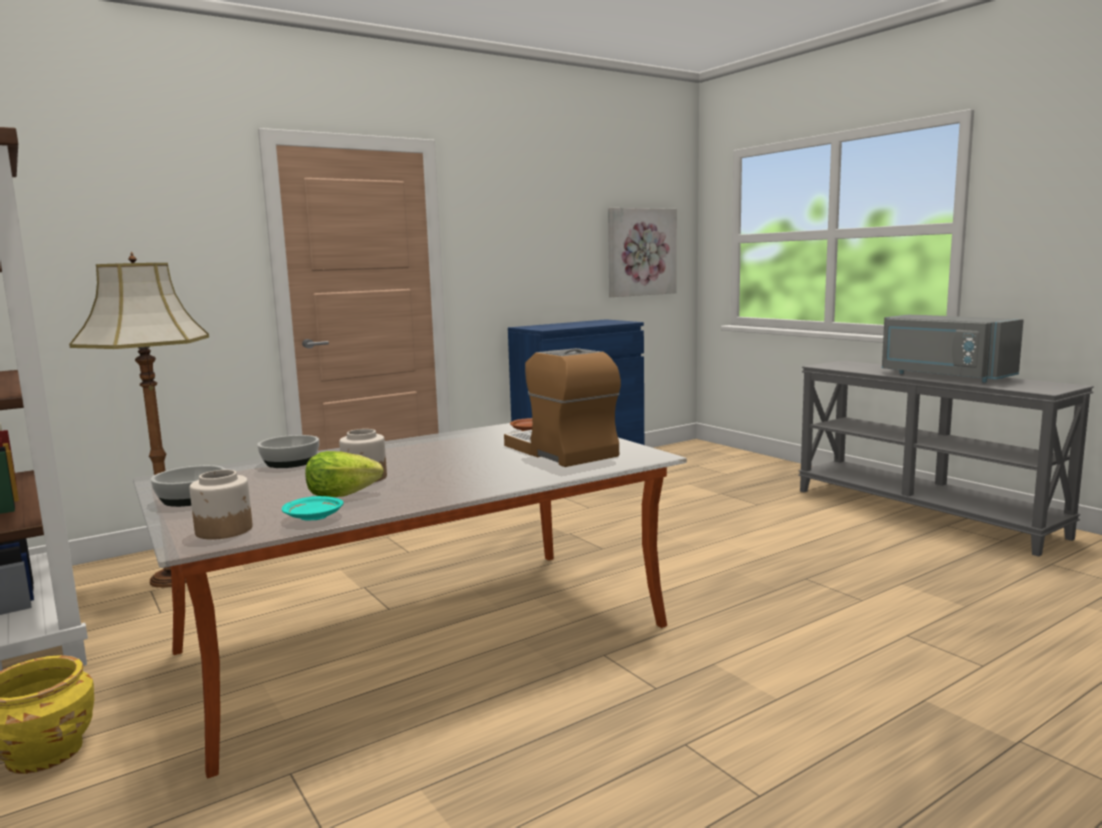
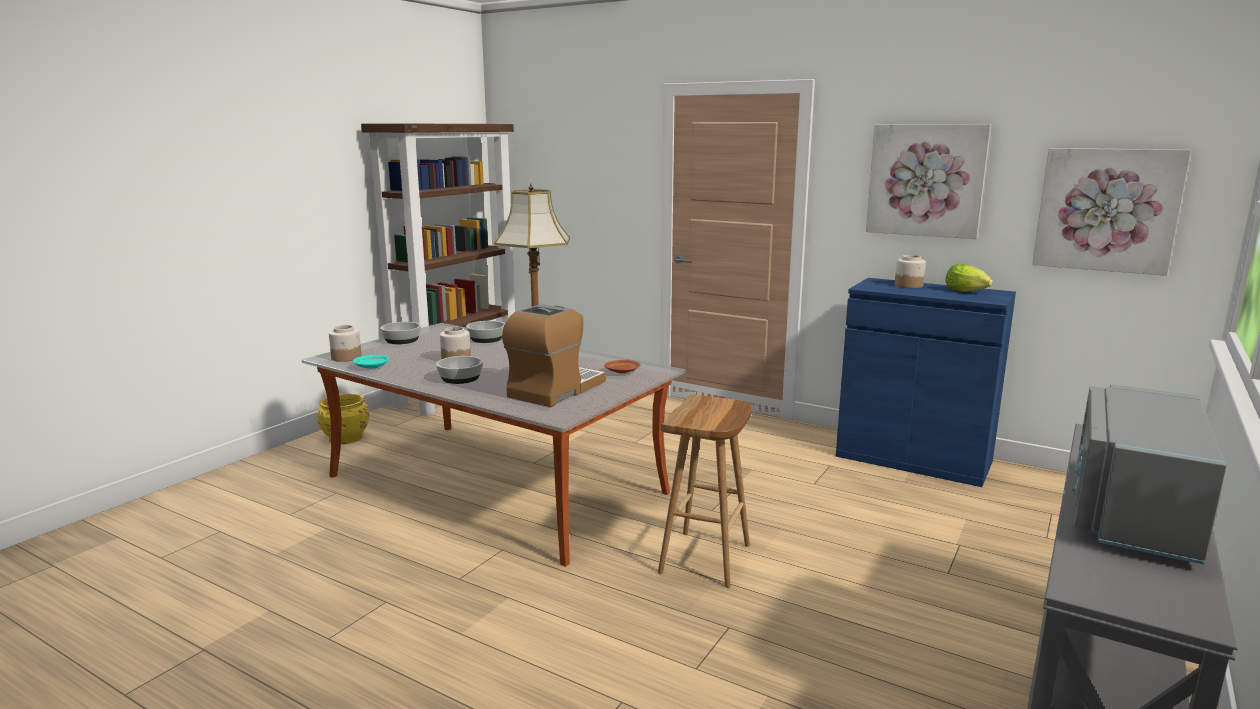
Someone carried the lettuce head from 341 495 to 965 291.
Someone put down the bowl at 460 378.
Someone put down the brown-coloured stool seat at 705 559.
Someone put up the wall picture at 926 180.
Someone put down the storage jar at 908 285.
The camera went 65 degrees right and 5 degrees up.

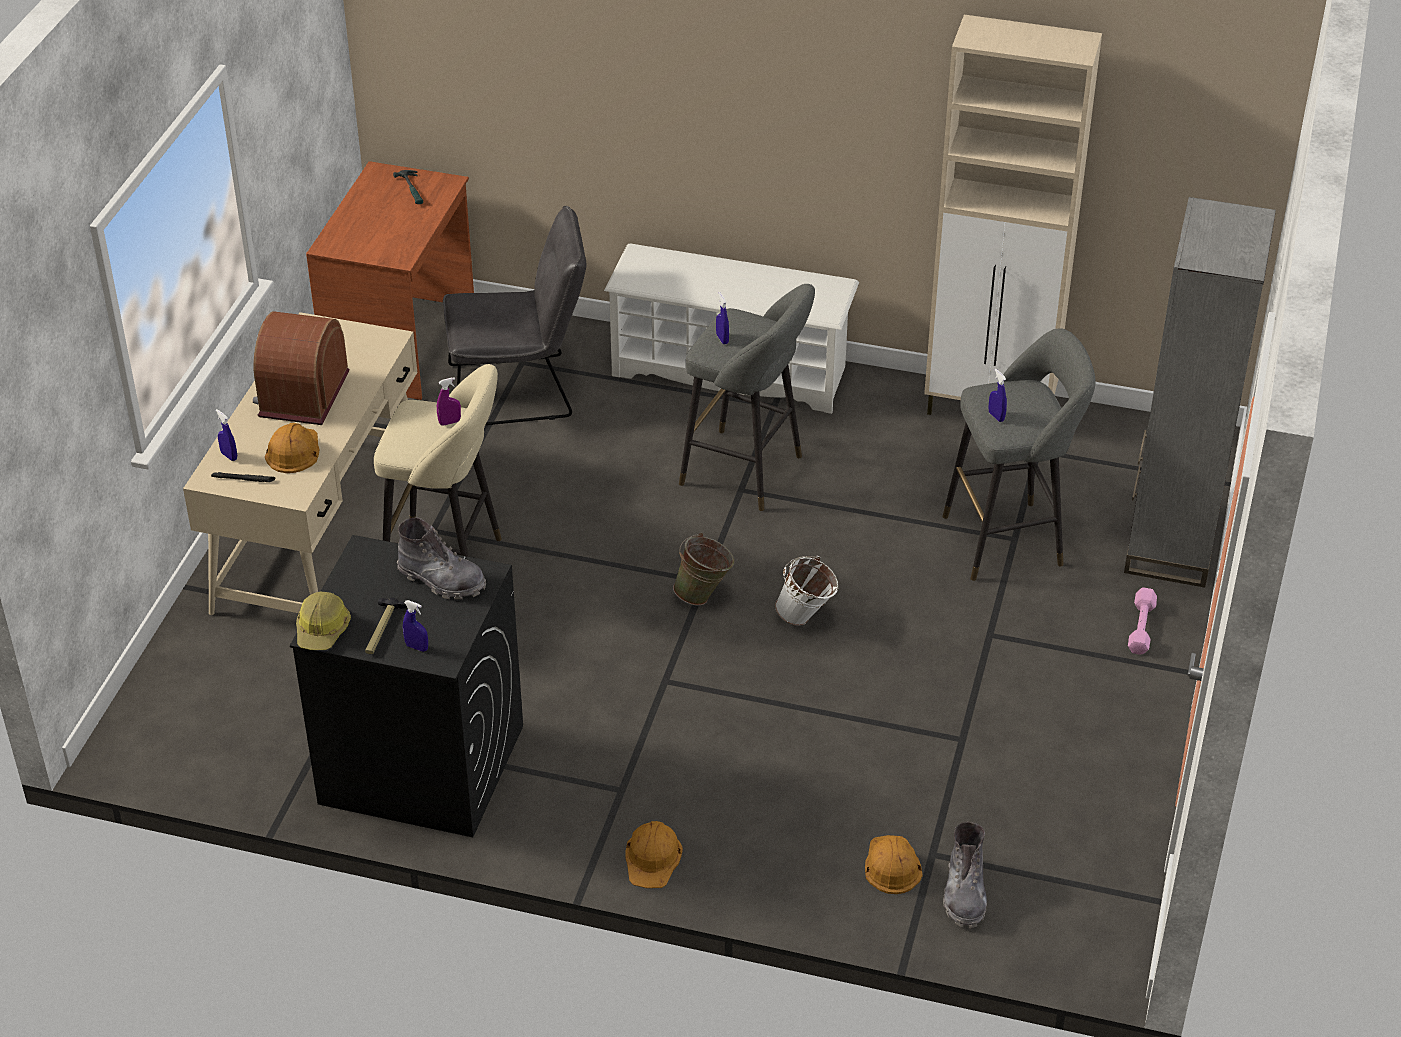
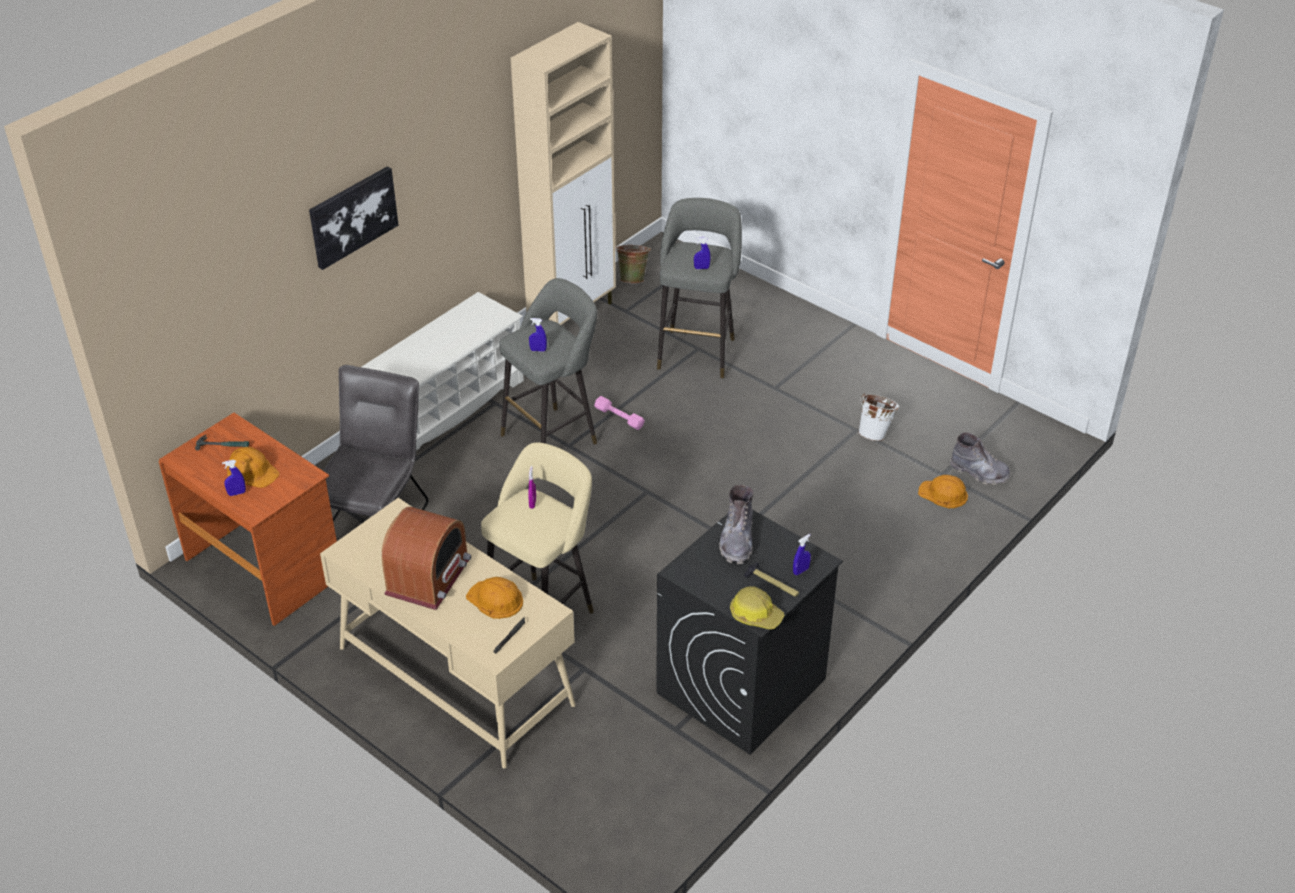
Someone carried the bluish sprayer from 229 456 to 237 493.
Someone rotated the radio receiver at 303 394 by 105 degrees counterclockwise.
Someone rotated the gray boot at 442 580 by 135 degrees clockwise.
Someone carried the orange-coloured work helmet from 653 858 to 252 471.
Someone carried the greenish bucket from 704 595 to 633 279.
Someone carried the whitish bucket from 806 618 to 875 433.
Someone took away the gray bookshelf at 1170 542.
Someone carried the pink free weight from 1141 627 to 619 417.
Someone put up the wall picture at 353 216.
The camera went 65 degrees left and 0 degrees up.

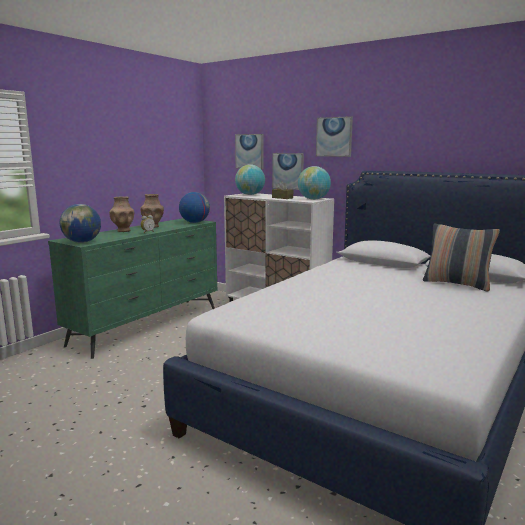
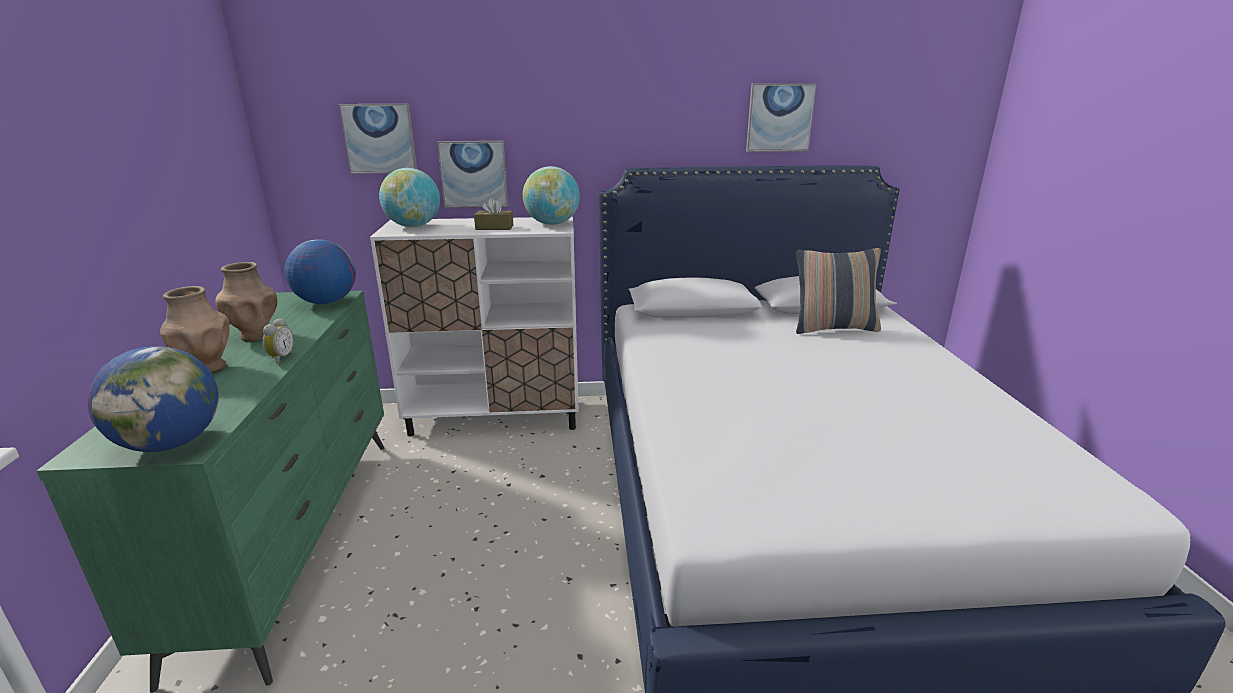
Someone carried the wall picture from 334 137 to 779 117.
The camera went 40 degrees left and 10 degrees up.

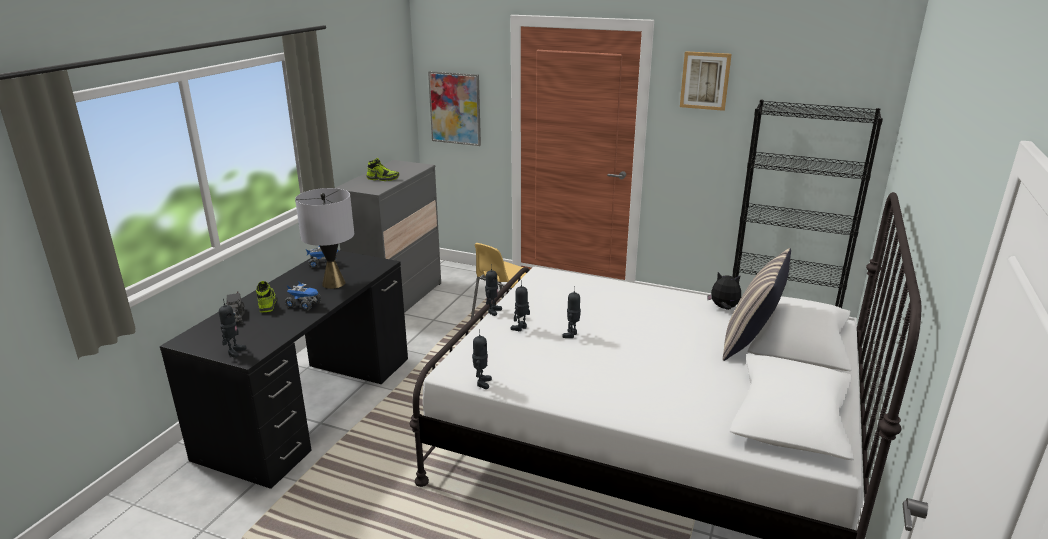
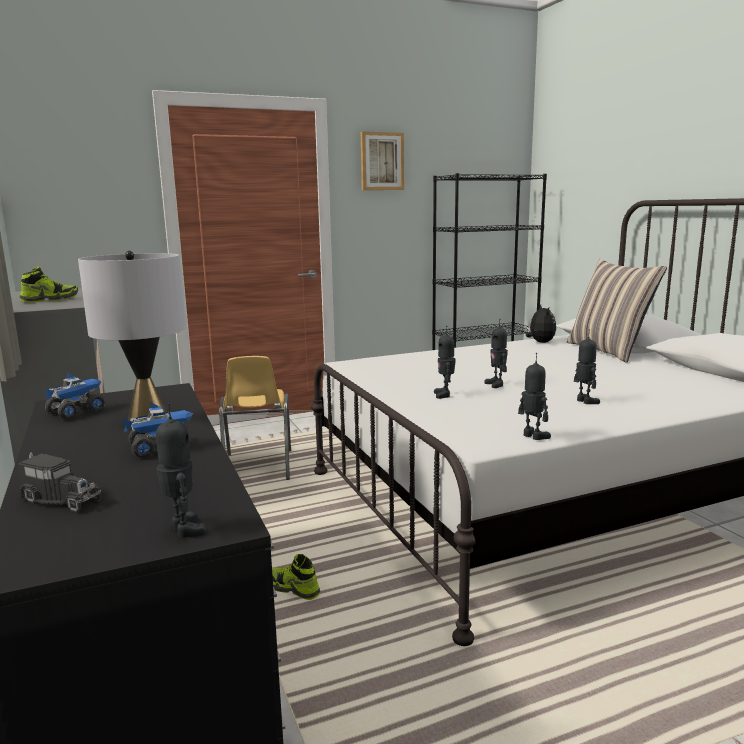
Someone carried the item of footwear from 267 304 to 292 589.
Someone took away the wall picture at 455 108.
Someone carried the model robot from 492 311 to 584 401.
Someone rotated the cuddly toy at 724 308 by 105 degrees clockwise.
The camera went 45 degrees left and 10 degrees down.

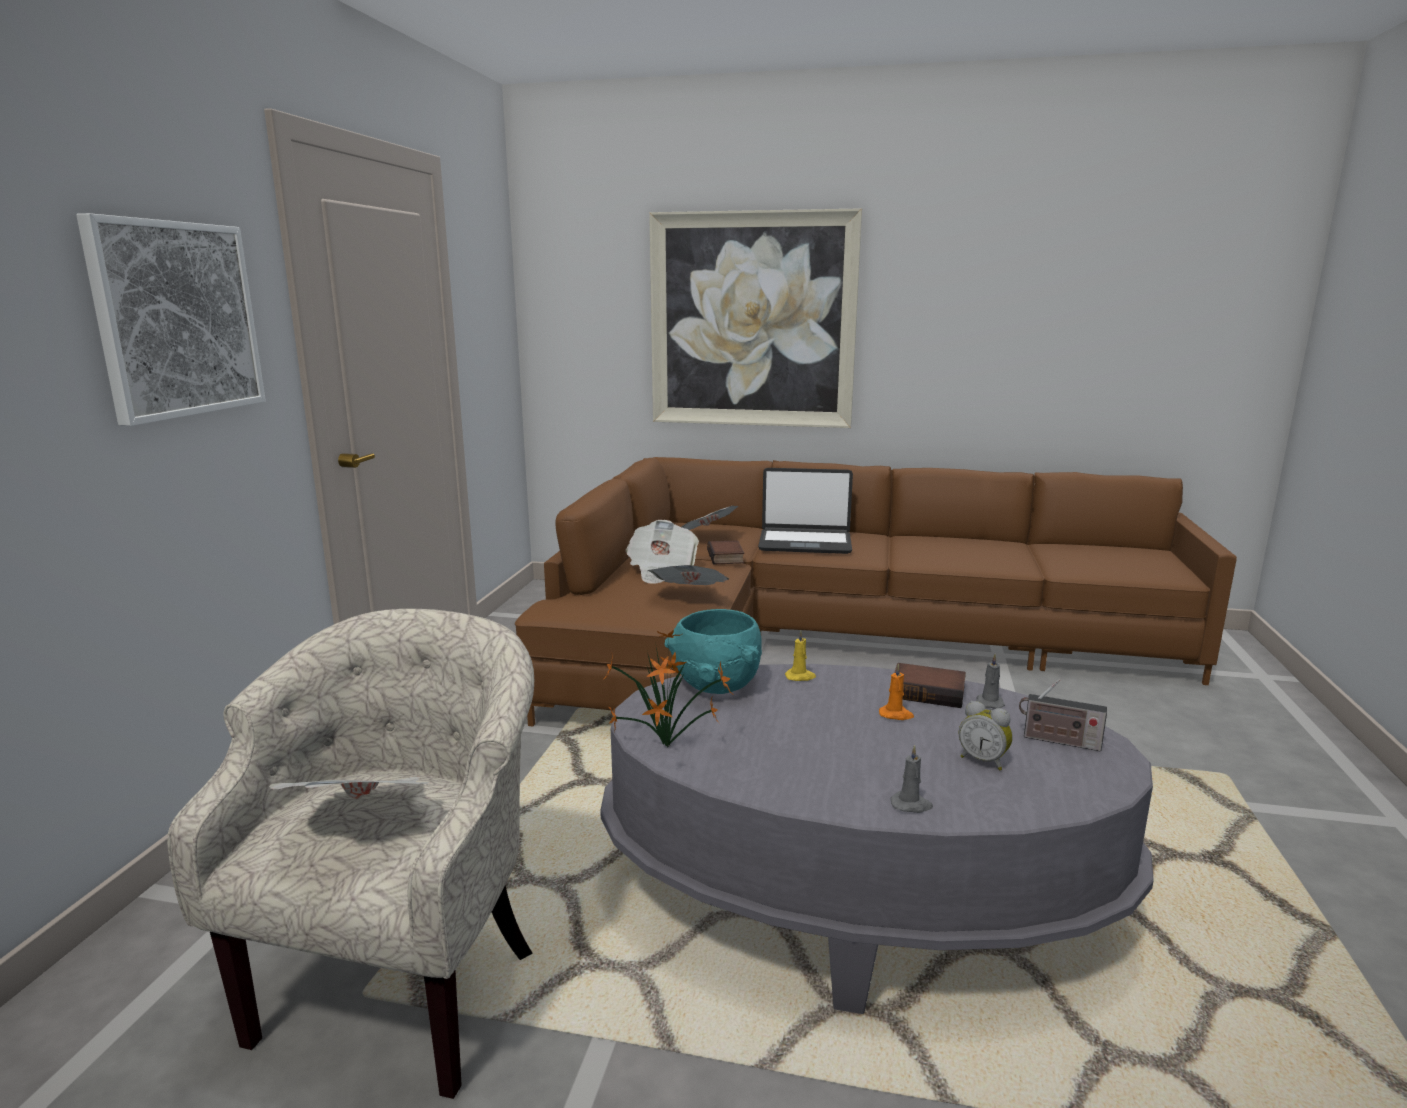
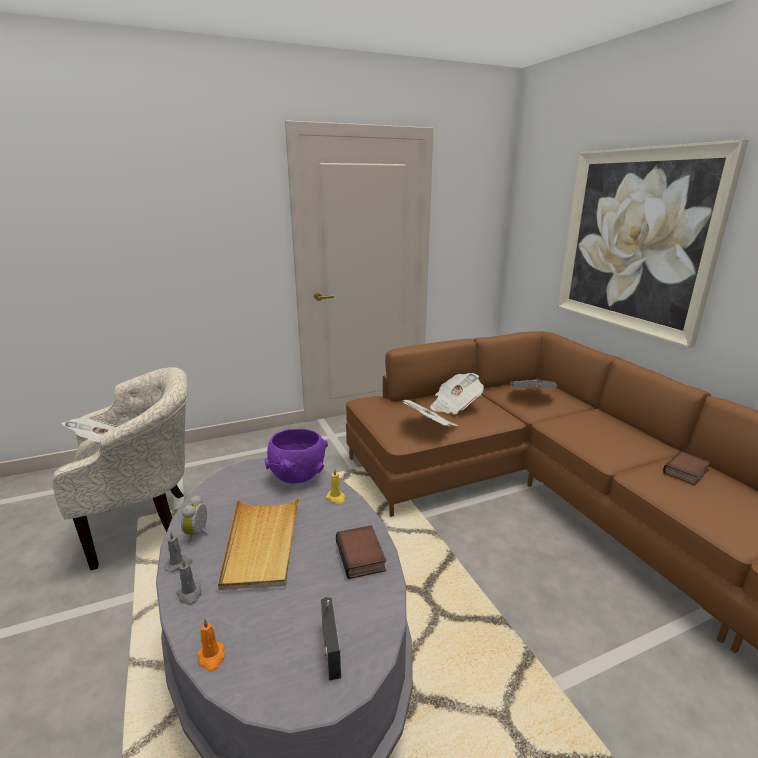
Someone took away the wall picture at 177 319.
Someone took away the houseplant at 670 748.
Someone repainted the blue-green bowl at 717 686, which became the purplish bowl at 297 476.
Someone carried the bound book from 727 557 to 686 472.
Someone took away the portable computer at 805 543.
Someone carried the orange-coloured wax light from 896 715 to 211 657.
Someone carried the bedside clock from 983 760 to 199 534.
Someone carried the gray wax light from 989 702 to 178 564.
Someone put down the beige-coloured serving tray at 261 544.
The camera went 55 degrees right and 5 degrees up.

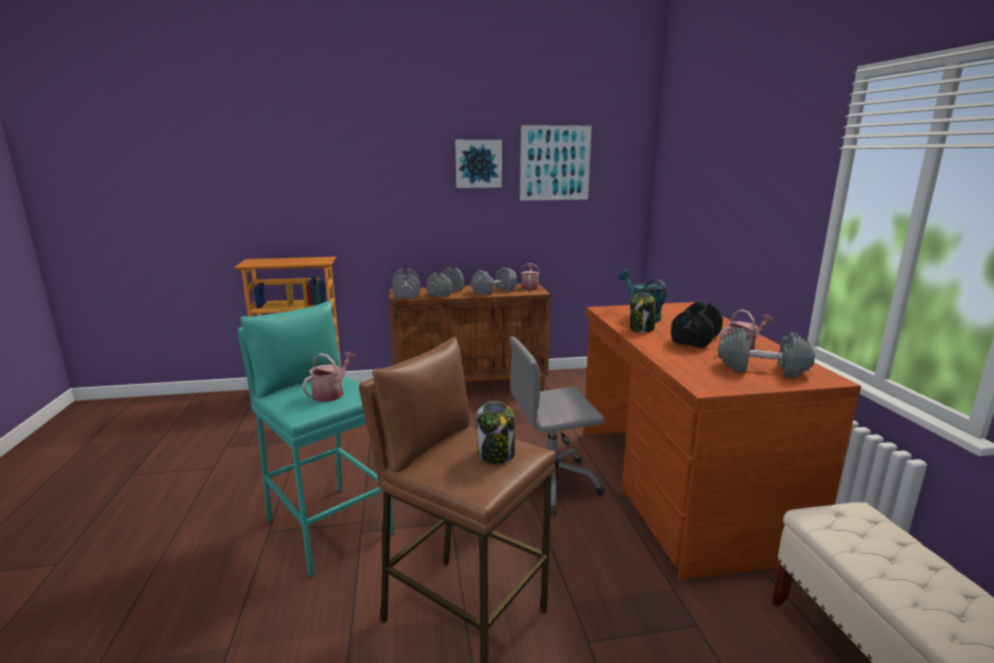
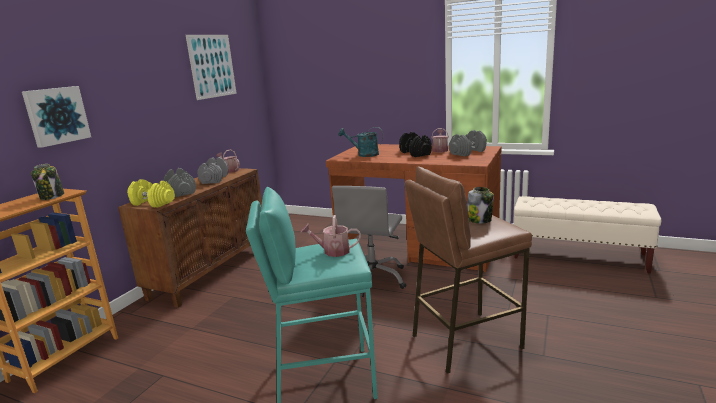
Someone rotated the watering pot at 331 393 by 60 degrees counterclockwise.
Someone repainted the gray free weight at 406 294, which became the yellowish free weight at 153 203.
Someone carried the wall picture from 478 163 to 56 115.
Someone carried the storage jar from 641 329 to 52 196.
The camera went 55 degrees left and 0 degrees up.

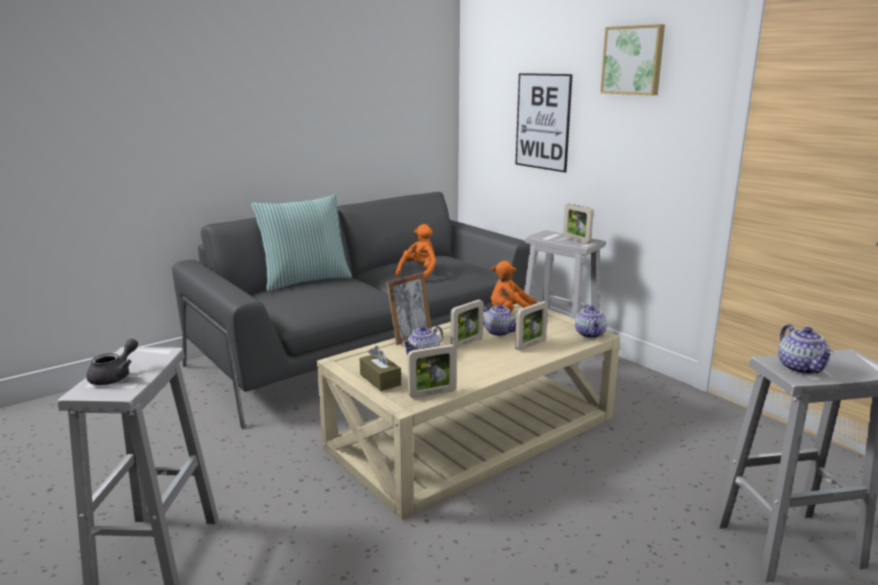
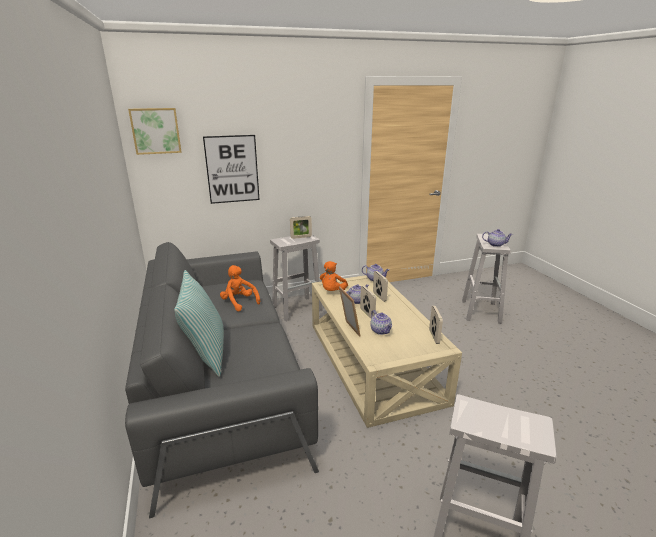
Someone took away the gray teapot at 115 376.
Someone took away the brown-coloured tissue holder at 380 380.
Someone carried the wall picture from 633 60 to 156 131.
The camera went 70 degrees left and 5 degrees up.

